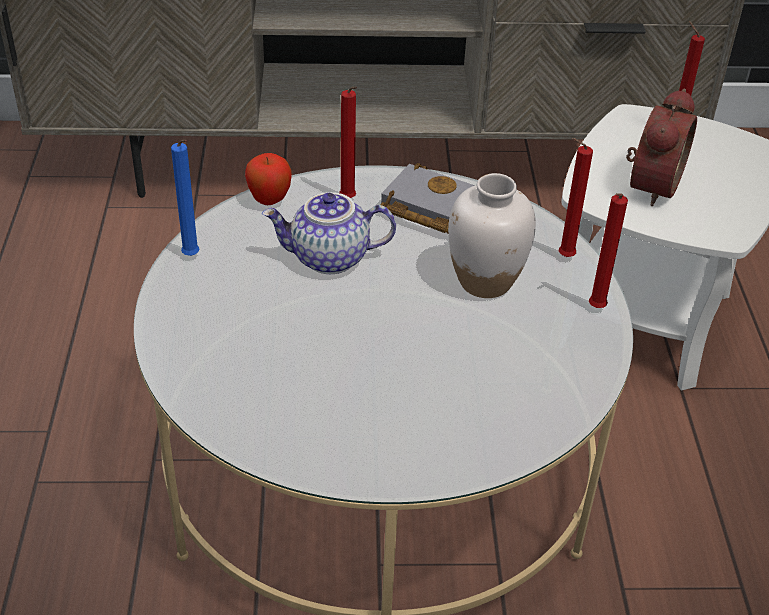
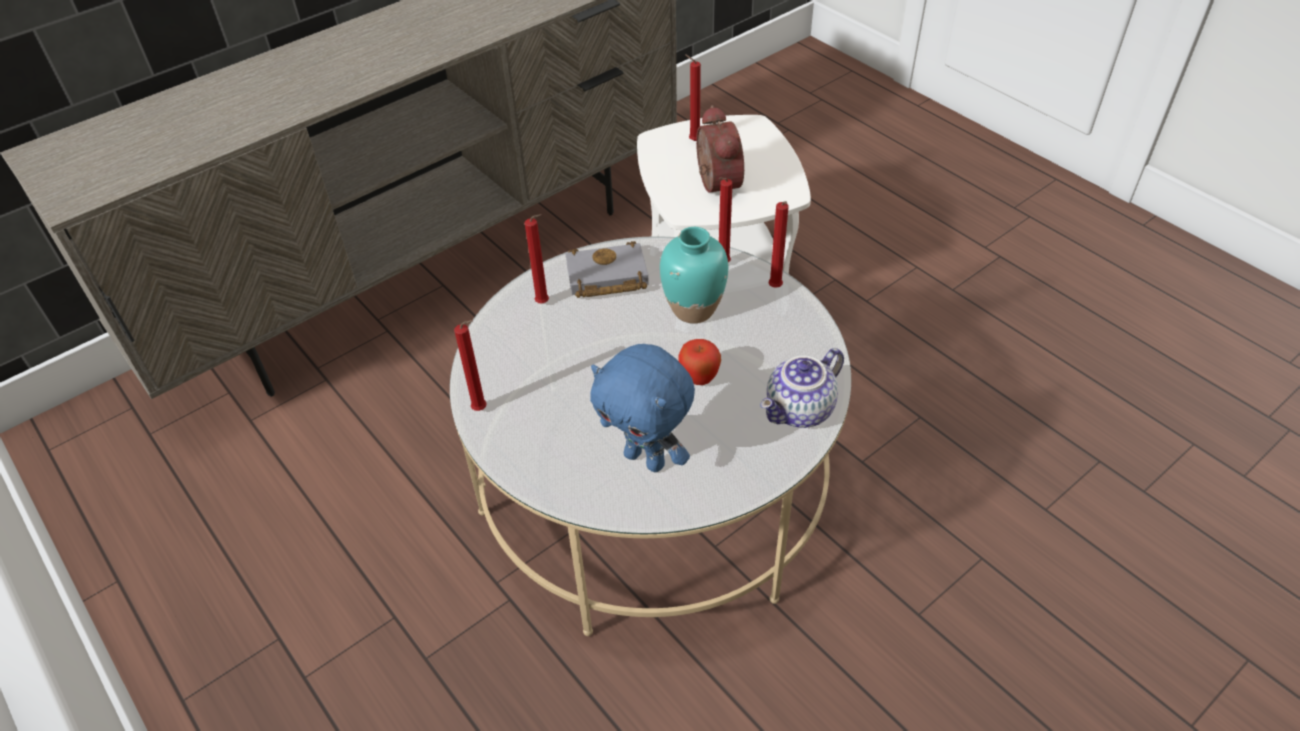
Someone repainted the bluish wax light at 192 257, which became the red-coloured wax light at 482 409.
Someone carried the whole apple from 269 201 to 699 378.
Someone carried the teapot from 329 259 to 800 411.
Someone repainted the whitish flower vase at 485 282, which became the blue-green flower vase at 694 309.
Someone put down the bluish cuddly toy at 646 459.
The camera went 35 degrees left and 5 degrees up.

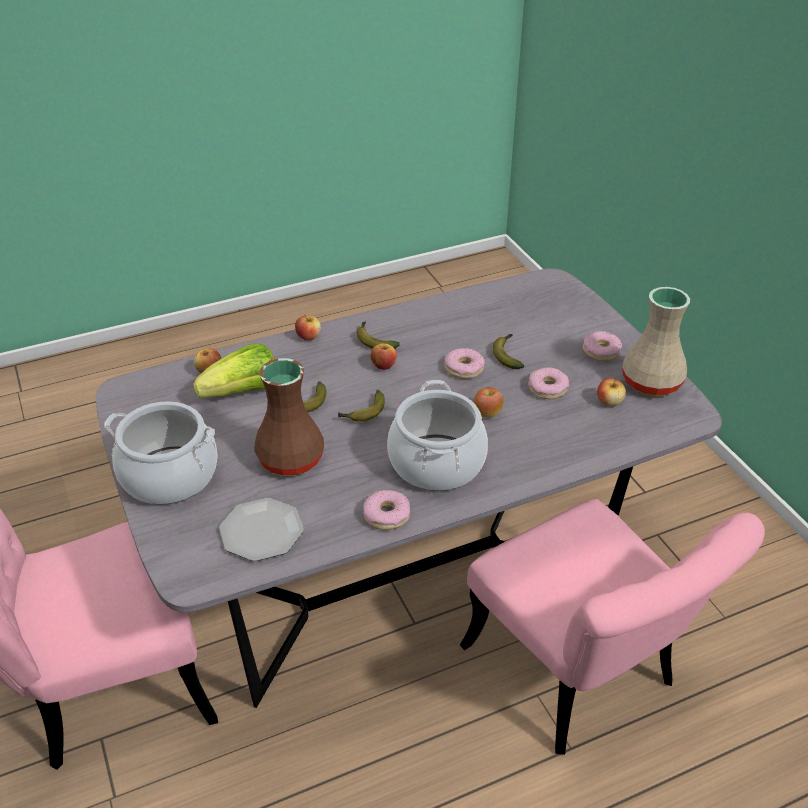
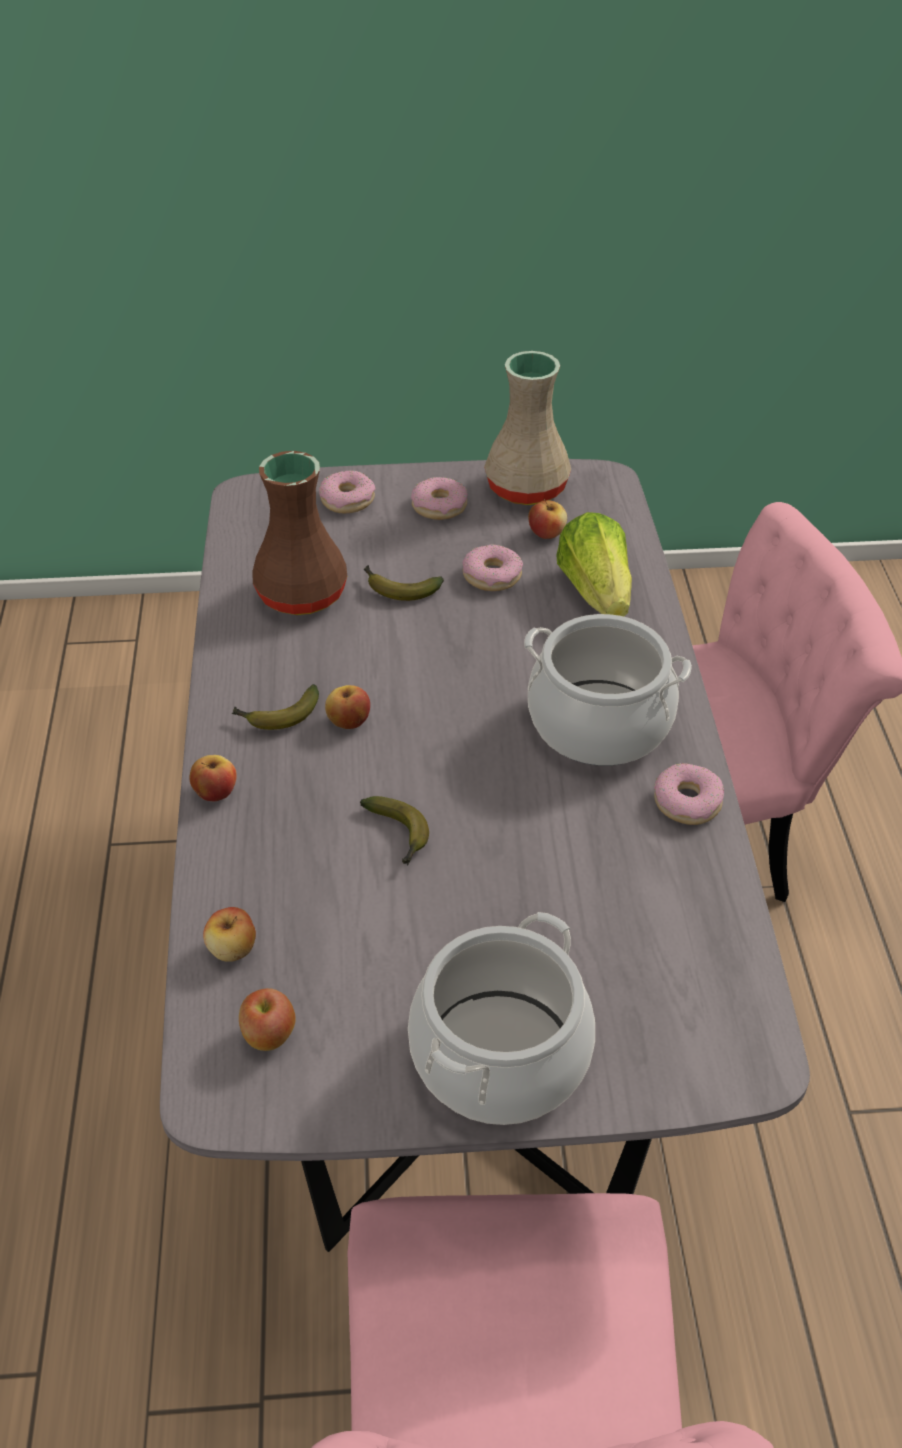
Someone carried the lettuce head from 243 392 to 596 592.
Someone took away the dinner plate at 262 532.
Someone carried the brown-coloured flower vase from 290 460 to 304 595.
Someone took away the banana fruit at 363 413.
Someone carried the ring doughnut from 464 368 to 347 500.
Someone carried the whole apple from 487 414 to 268 1035.
The camera went 70 degrees left and 5 degrees up.

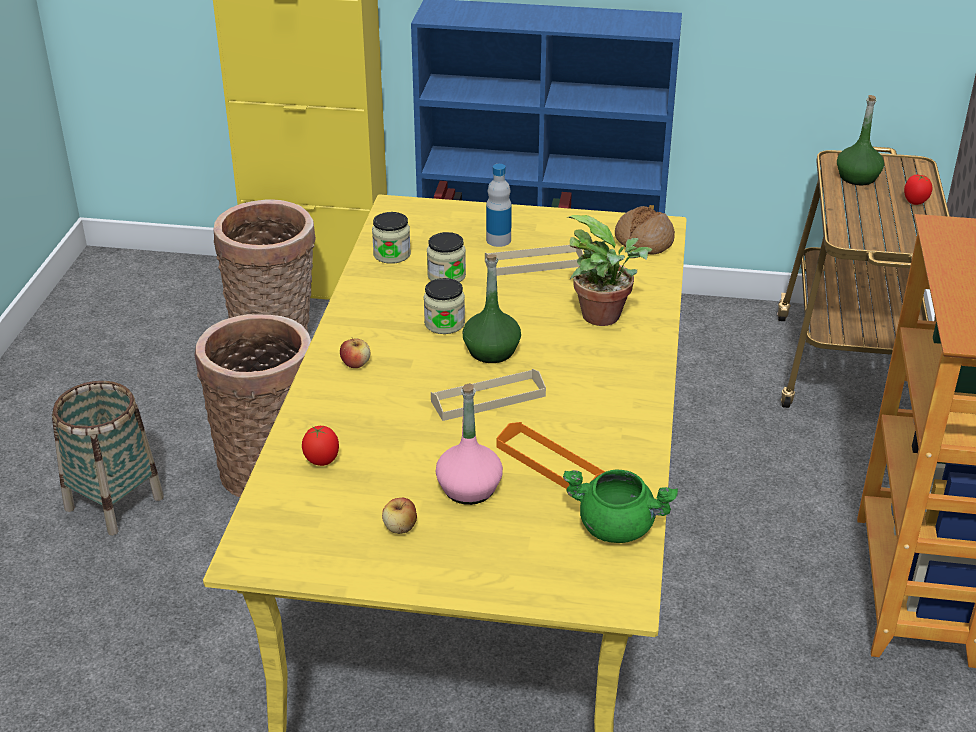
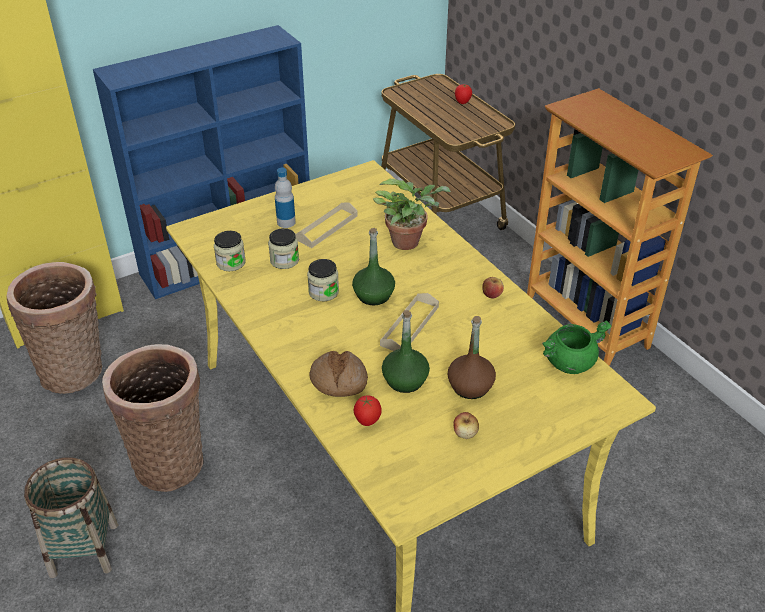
Someone carried the whole apple from 356 364 to 491 295.
Someone repainted the pink drink bottle at 469 489, which became the brown-coloured drink bottle at 470 387.
Someone took away the orange-coloured serving tray at 551 464.
Someone carried the baked bread from 643 240 to 338 381.
Someone carried the greenish drink bottle from 857 177 to 405 380.
The camera went 40 degrees left and 5 degrees up.

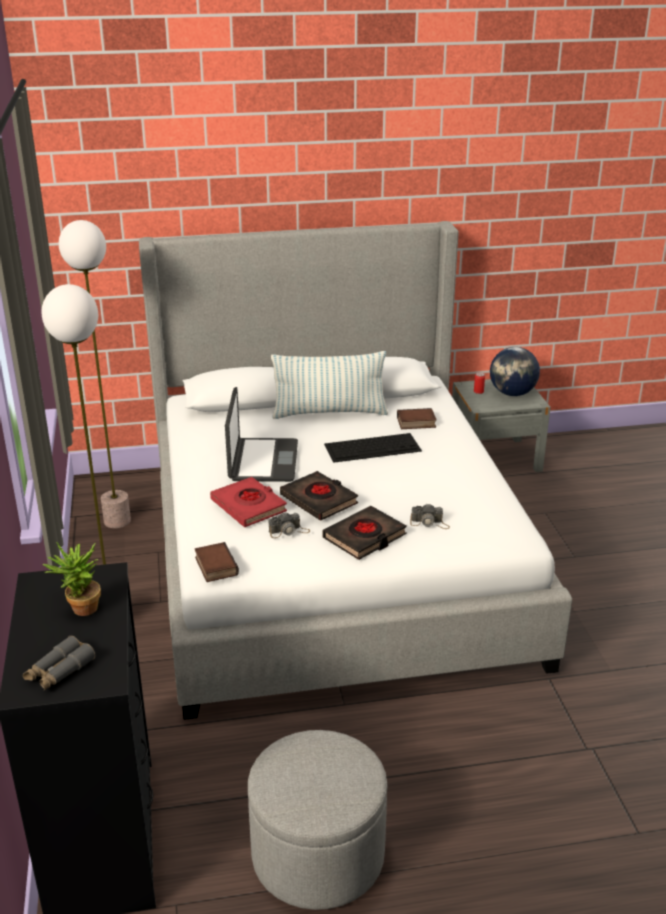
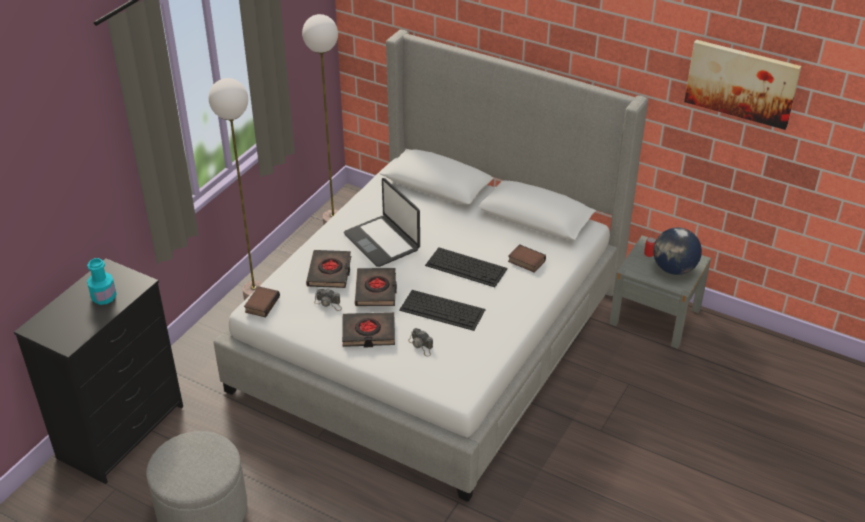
Someone took away the gray pair of binoculars at 59 671.
Someone swapped the houseplant at 80 610 for the blue-green drink bottle at 104 297.
Someone repainted the red-coloured bound book at 249 506, which became the black bound book at 330 272.
Someone rotated the portable computer at 262 461 by 105 degrees clockwise.
Someone took away the pillow at 329 413.
Someone put down the PC keyboard at 443 310.
Someone put up the wall picture at 741 83.
The camera went 40 degrees right and 10 degrees up.

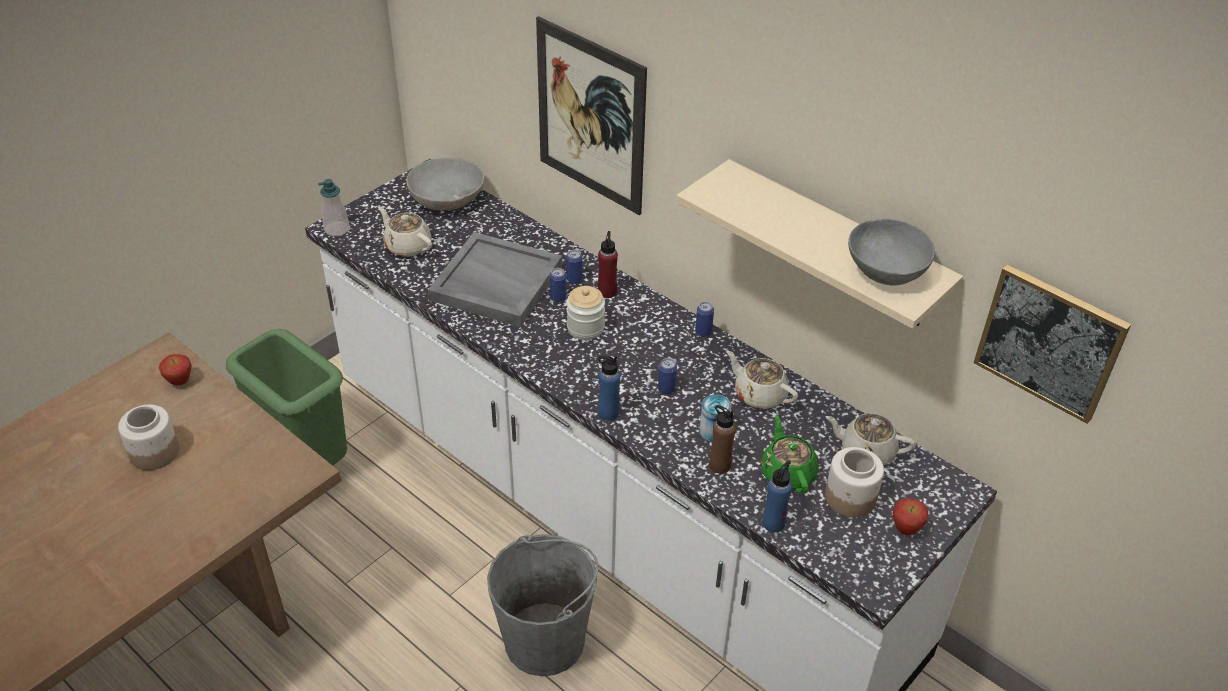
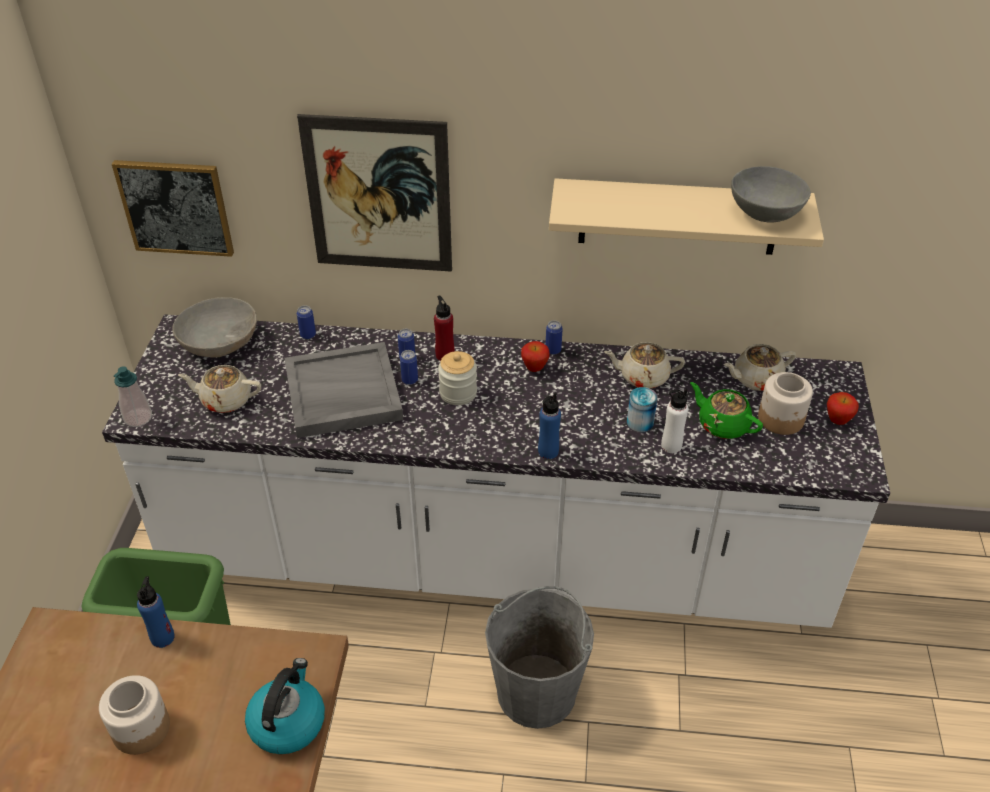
Someone carried the whole apple from 180 382 to 534 369.
Someone carried the sealed can from 666 389 to 308 335.
Someone repainted the brown-coloured drink bottle at 719 465, which became the whitish drink bottle at 671 446.
Someone carried the bluish drink bottle from 773 523 to 162 637.
Someone carried the wall picture from 1049 342 to 175 207.
Someone put down the kettle at 288 722.
The camera went 35 degrees left and 0 degrees up.

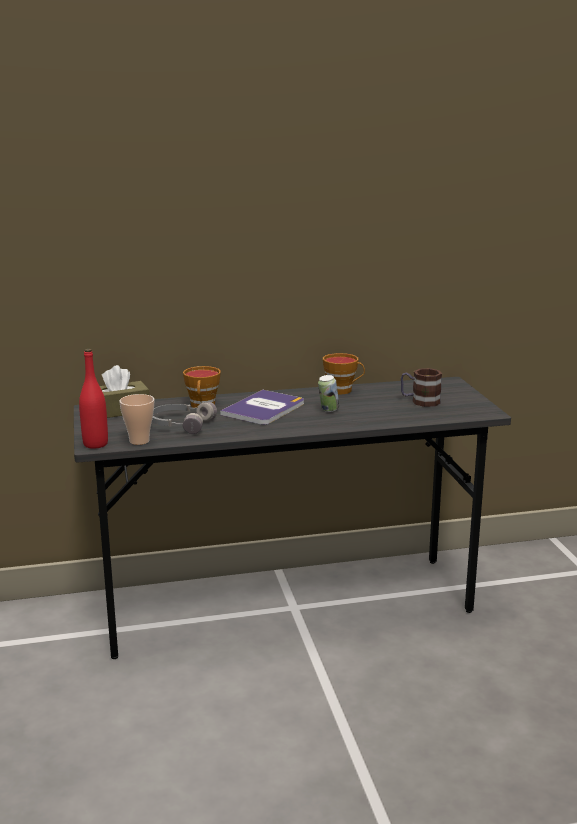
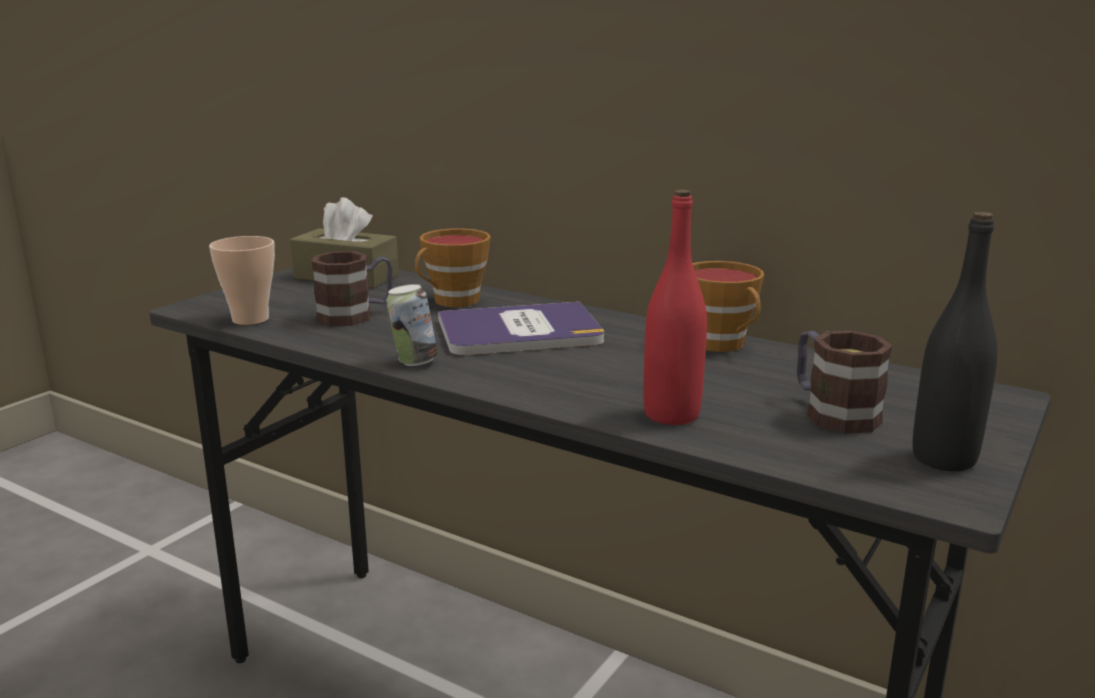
Someone carried the red-coloured drink bottle from 95 444 to 671 414.
Someone swapped the gray headphones at 180 424 for the tea mug at 356 315.
Someone carried the sealed can from 328 410 to 414 362.
Someone put down the black drink bottle at 943 458.
The camera went 45 degrees right and 0 degrees up.

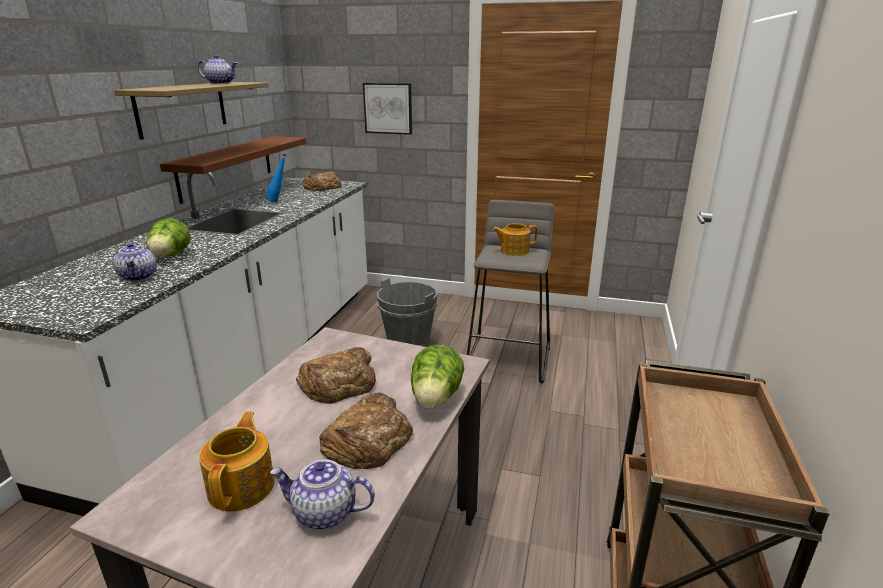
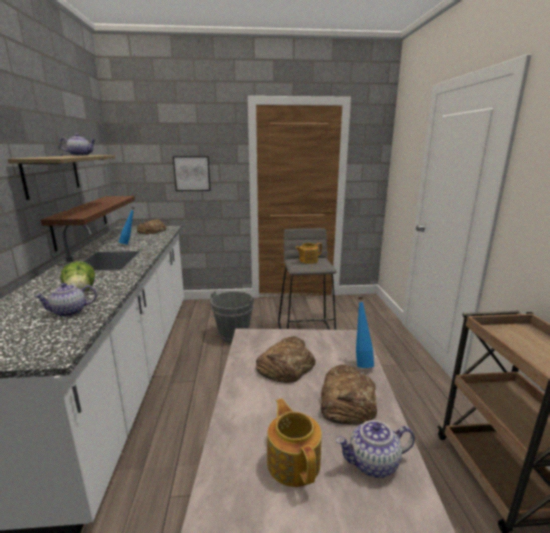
Someone rotated the teapot at 139 277 by 105 degrees clockwise.
Someone swapped the lettuce head at 436 399 for the bluish drink bottle at 361 362.
The camera went 20 degrees left and 5 degrees down.

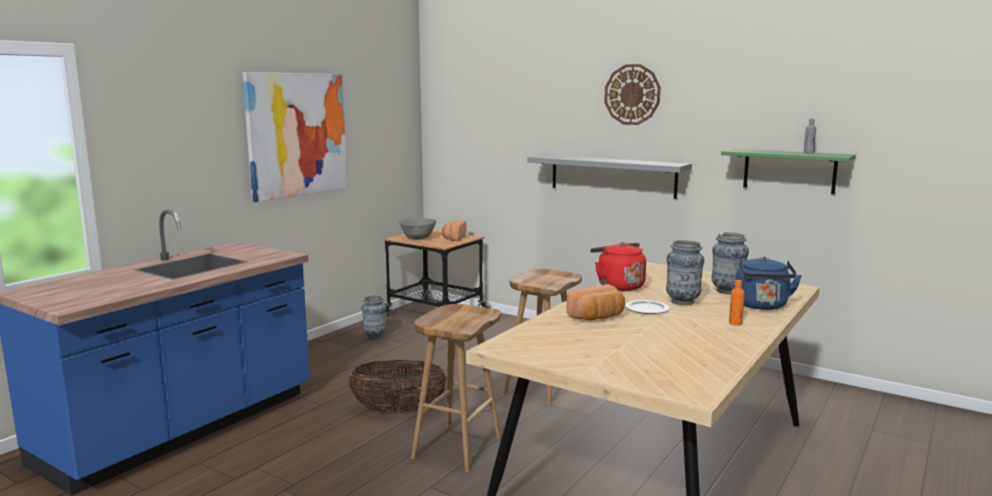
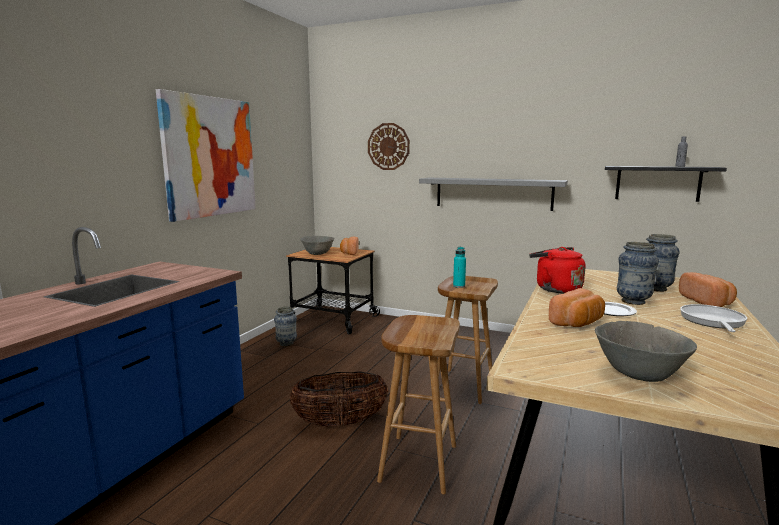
Someone carried the wall clock from 632 94 to 388 146.
Someone repainted the greenish wall shelf at 789 171, which became the black wall shelf at 657 183.
Someone swapped the orange-coloured drink bottle at 735 323 for the pan at 712 321.
Someone swapped the bluish kettle at 762 306 for the baked bread at 707 302.
Someone put down the blue-green drink bottle at 459 286.
Someone put down the gray bowl at 638 375.
The camera went 10 degrees left and 0 degrees up.

